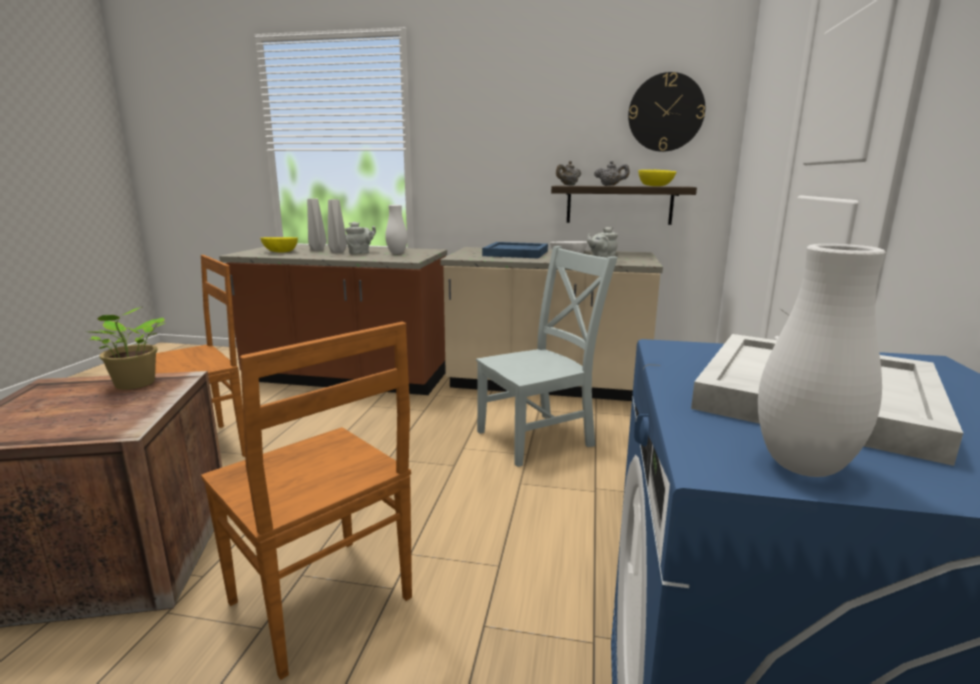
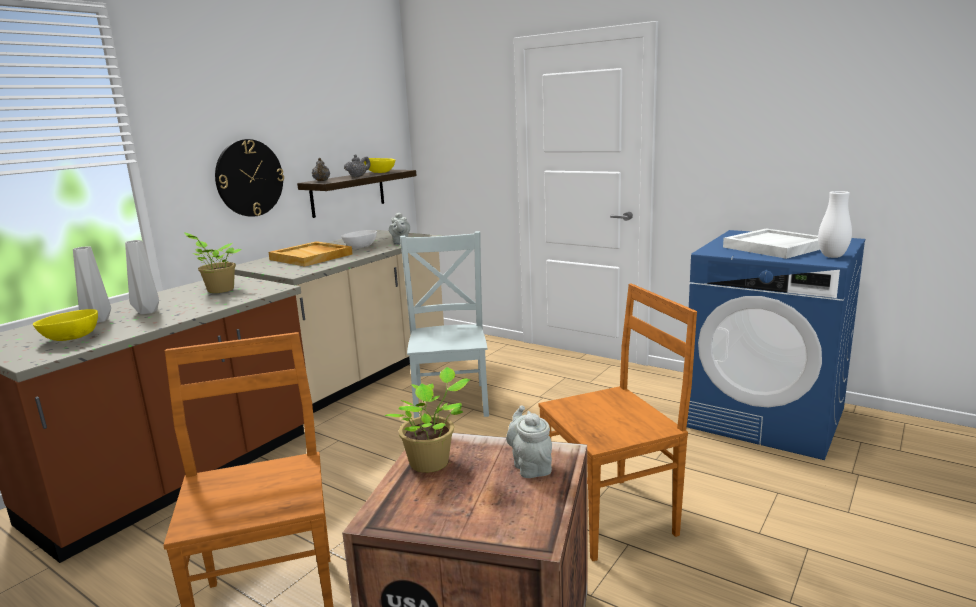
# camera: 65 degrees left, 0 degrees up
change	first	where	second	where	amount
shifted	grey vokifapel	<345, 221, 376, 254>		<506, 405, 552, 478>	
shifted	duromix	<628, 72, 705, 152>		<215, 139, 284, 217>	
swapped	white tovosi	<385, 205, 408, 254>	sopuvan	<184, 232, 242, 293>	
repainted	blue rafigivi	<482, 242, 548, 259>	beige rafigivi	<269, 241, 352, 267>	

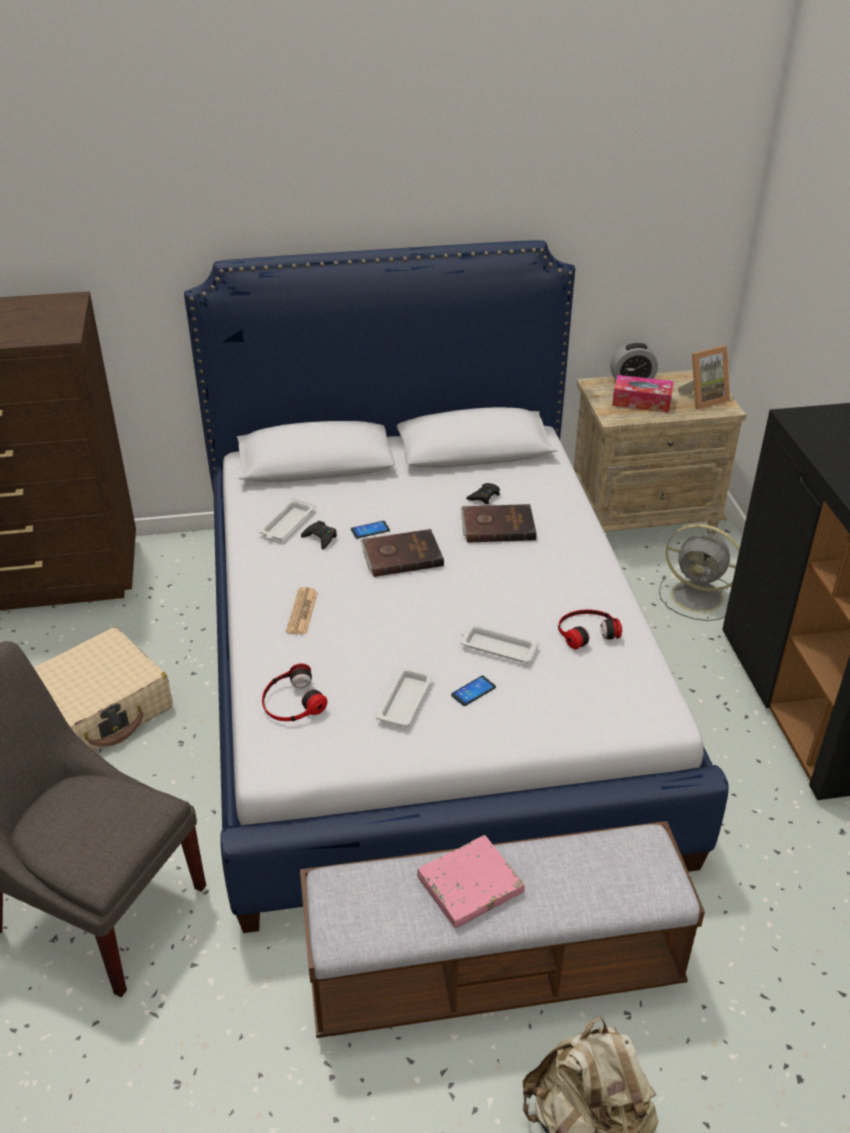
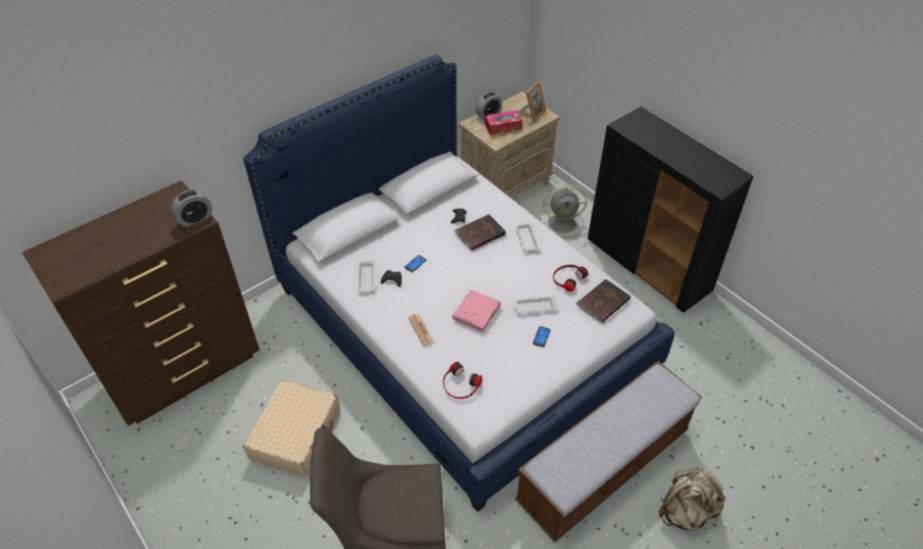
# camera: 30 degrees left, 10 degrees up
change	first	where	second	where	amount
new			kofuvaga	<171, 190, 213, 227>	
shifted	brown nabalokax	<360, 529, 444, 577>		<576, 279, 631, 323>	
shifted	white rafigivi	<376, 667, 433, 727>		<515, 223, 540, 252>	
shifted	pink nabalokax	<417, 835, 525, 928>		<452, 290, 501, 332>	

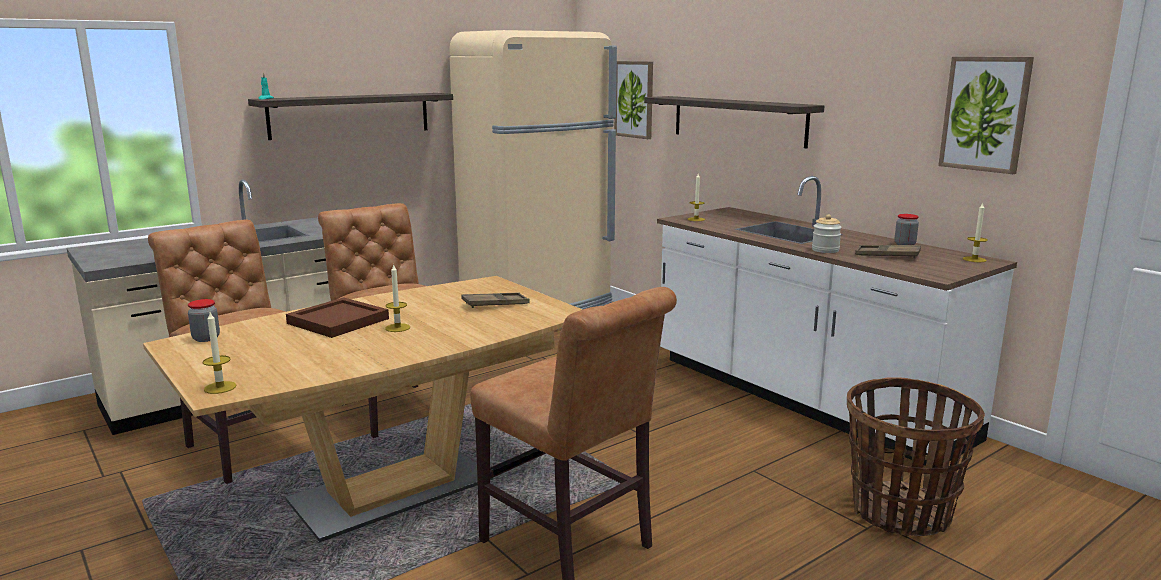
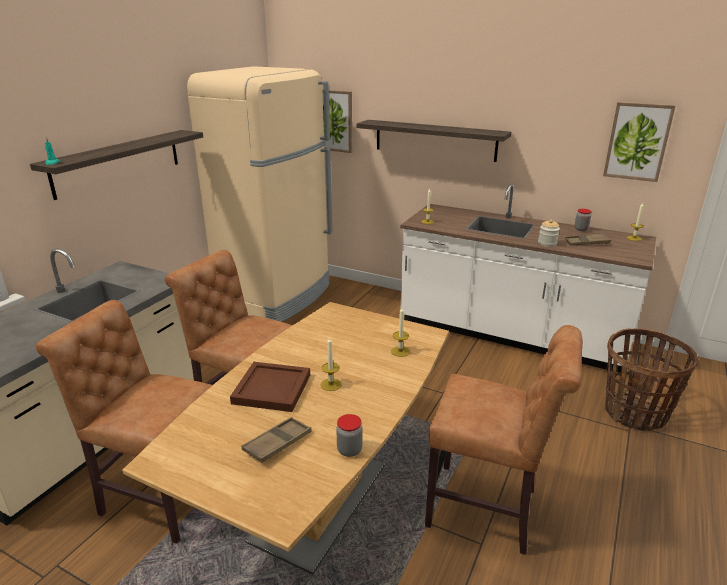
# camera: 25 degrees left, 10 degrees up
change	first	where	second	where	amount
shifted	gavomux	<188, 299, 220, 342>		<336, 414, 362, 457>	
shifted	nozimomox	<203, 312, 236, 394>		<391, 307, 410, 357>	
shifted	brown rafigivi	<461, 293, 530, 308>		<242, 417, 312, 463>	

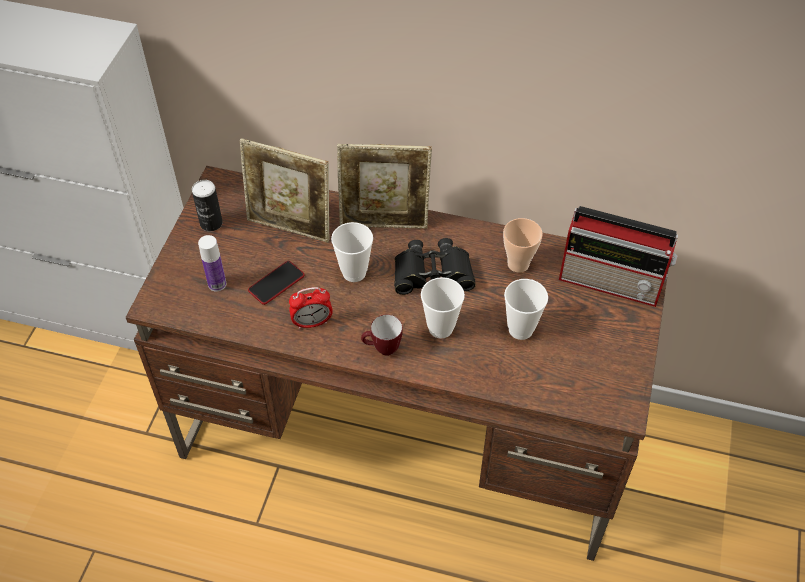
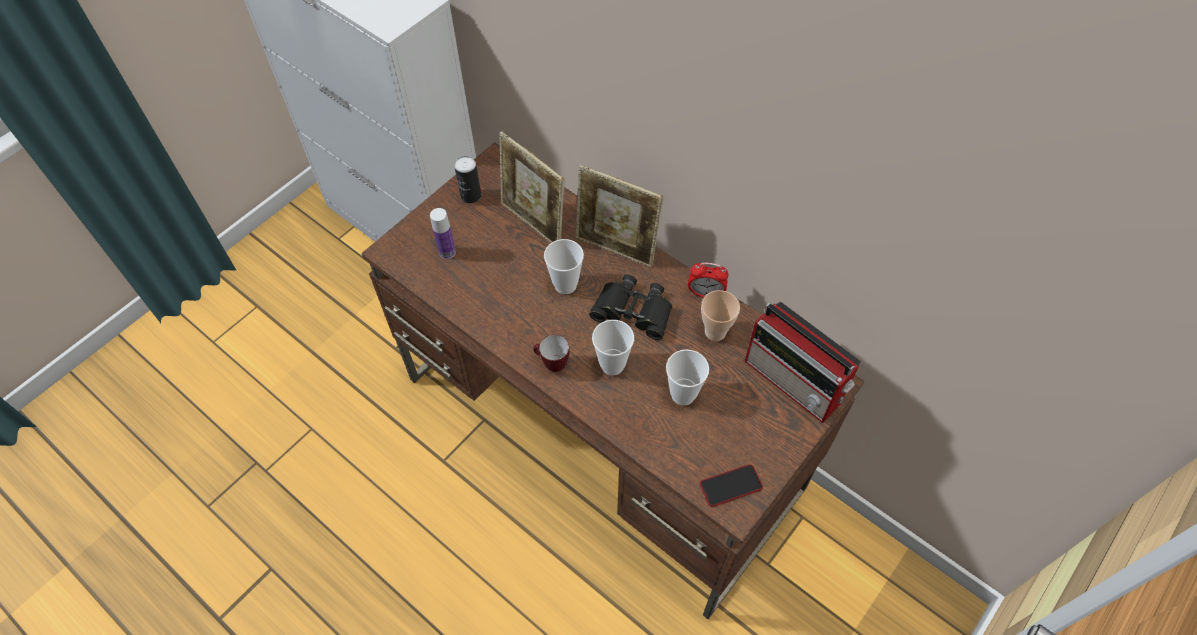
# camera: 25 degrees right, 5 degrees up
change	first	where	second	where	amount
shifted	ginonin	<248, 261, 305, 305>		<700, 464, 763, 507>	
shifted	kofuvaga	<289, 287, 333, 329>		<688, 262, 728, 298>	

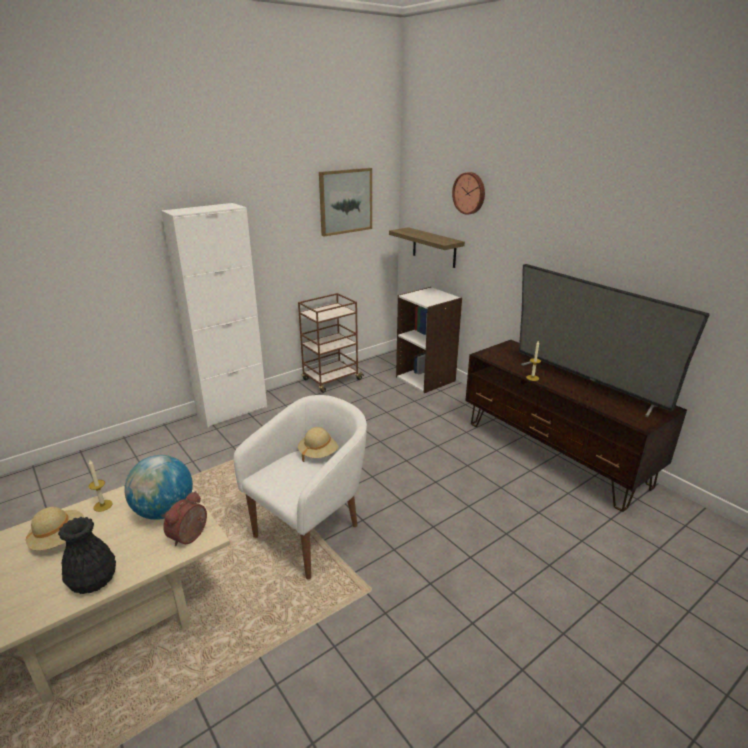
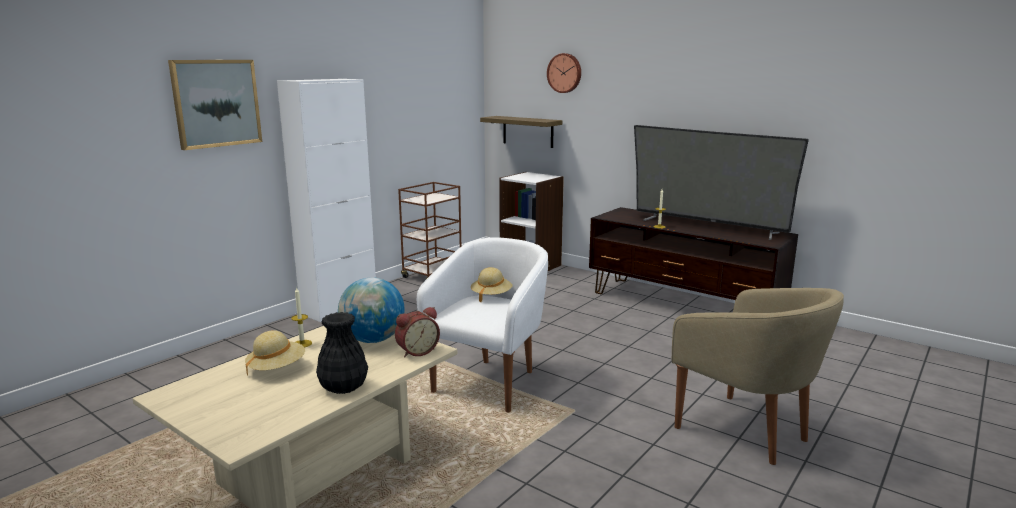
# camera: 15 degrees left, 10 degrees down
change	first	where	second	where	amount
new			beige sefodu	<672, 288, 844, 465>	
shifted	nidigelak	<319, 168, 372, 237>		<168, 60, 262, 150>	
rotated	kofuvaga	<163, 491, 207, 546>		<395, 307, 440, 357>	135 degrees counterclockwise

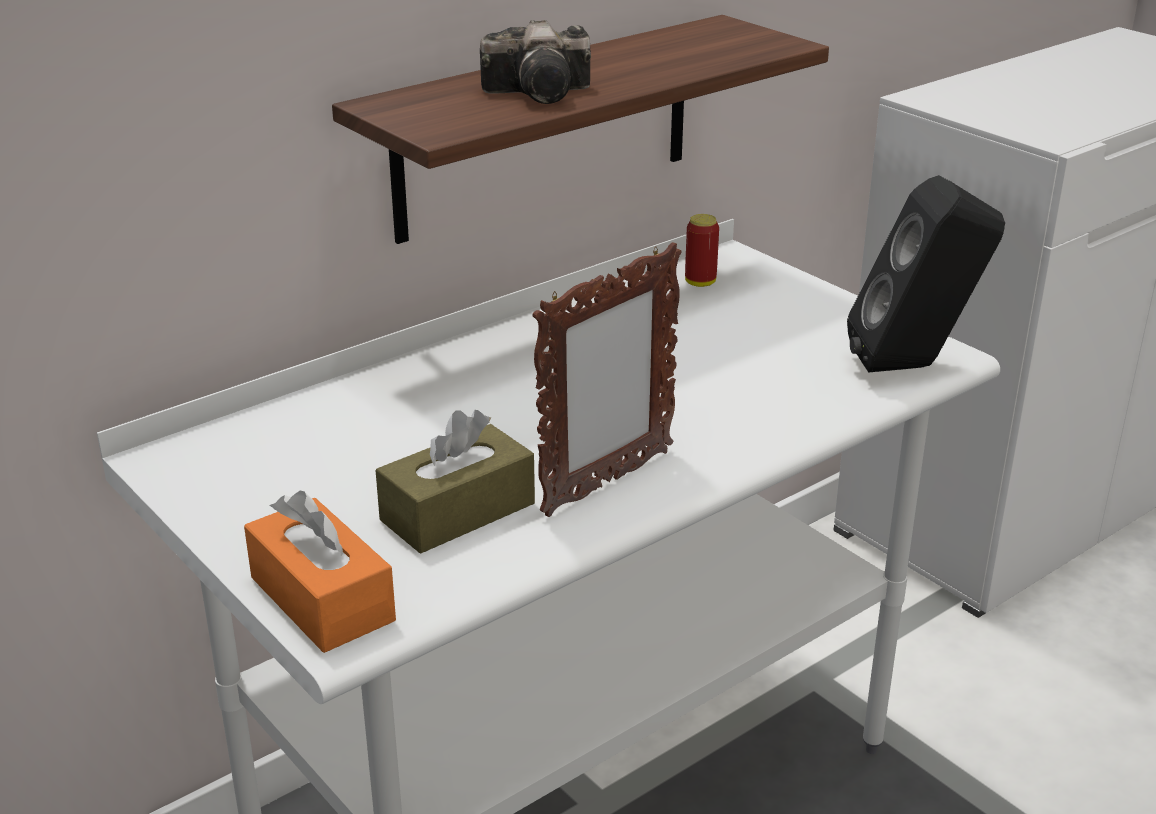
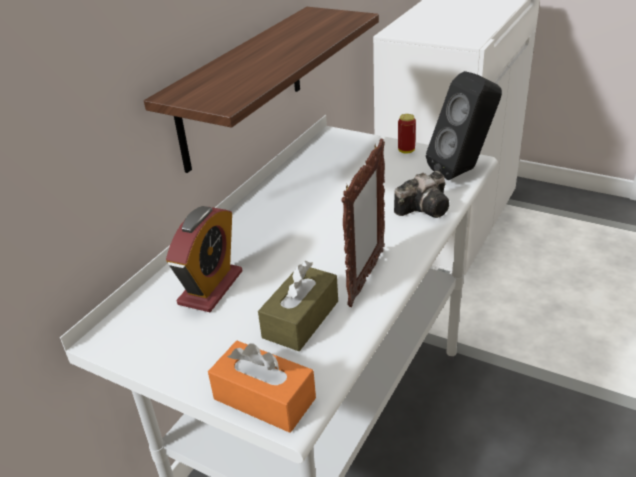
# camera: 20 degrees left, 5 degrees up
change	first	where	second	where	amount
new			kofuvaga	<166, 206, 243, 312>	
shifted	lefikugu	<480, 20, 591, 104>		<394, 171, 449, 218>	
shifted	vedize	<685, 214, 719, 287>		<398, 114, 416, 154>	

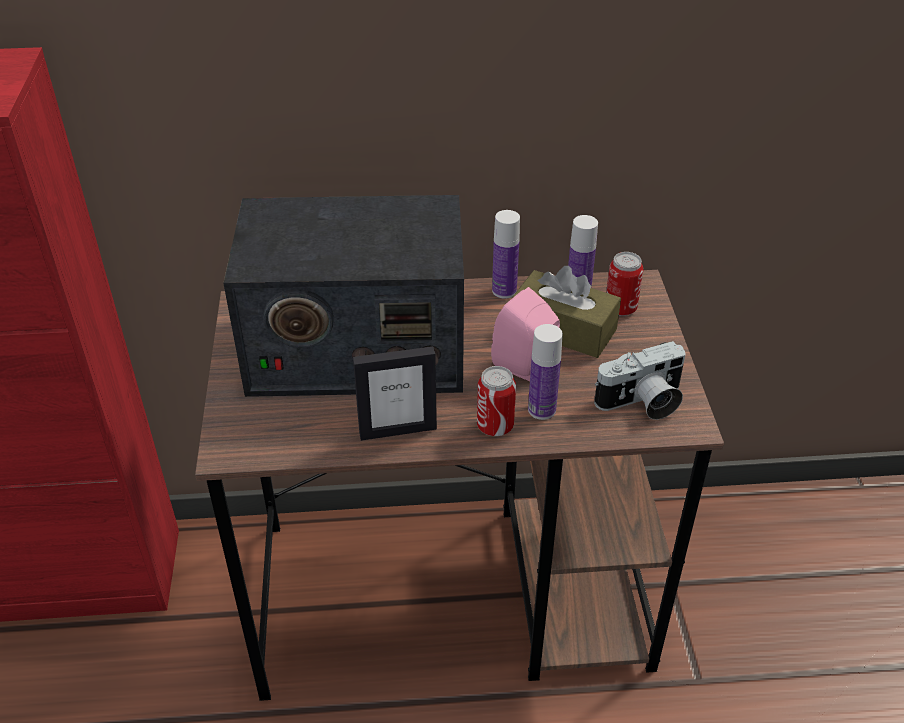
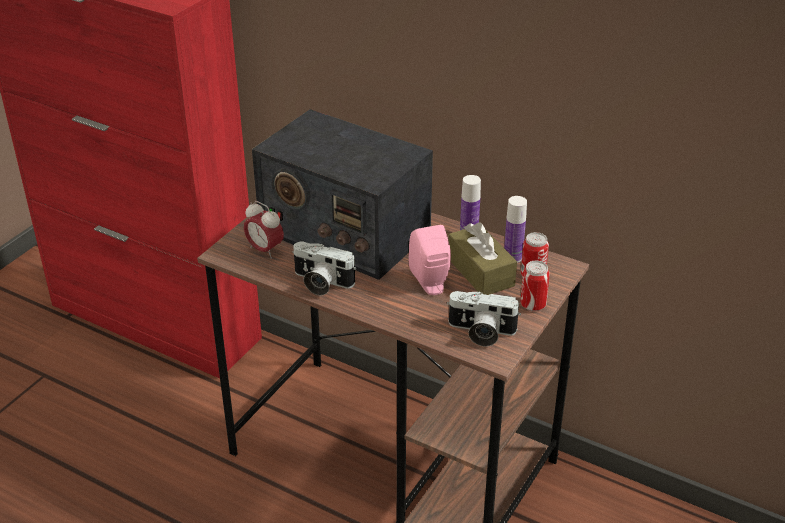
# camera: 35 degrees right, 5 degrees down
change	first	where	second	where	amount
gone	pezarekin	<528, 324, 563, 420>			
new			kofuvaga	<244, 201, 284, 258>	
shifted	vedize	<477, 366, 516, 436>		<520, 261, 550, 311>	
swapped	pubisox	<353, 346, 437, 441>	lefikugu	<293, 242, 356, 296>	

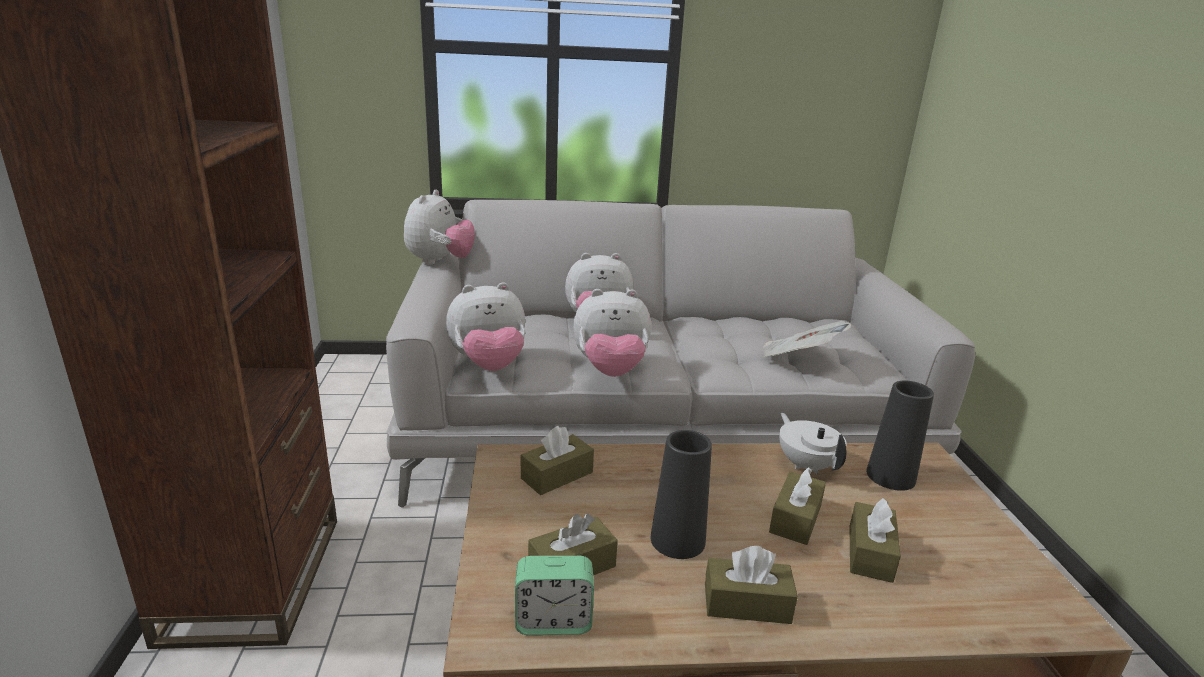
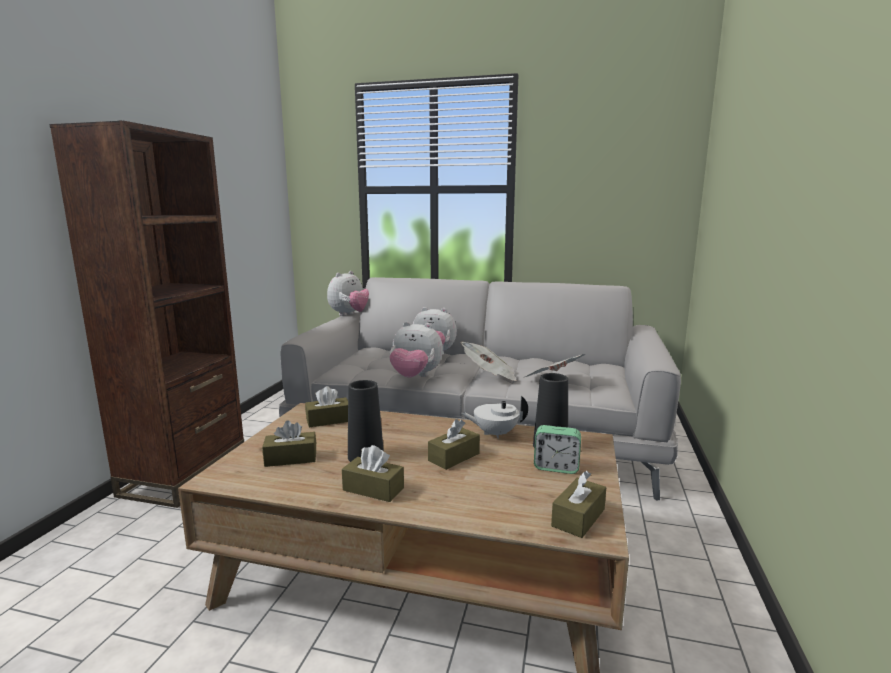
# camera: 20 degrees right, 10 degrees down
change	first	where	second	where	amount
gone	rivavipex	<446, 282, 525, 371>			
new			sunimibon	<461, 342, 516, 381>	
shifted	kofuvaga	<515, 556, 594, 635>		<534, 425, 581, 474>	
shifted	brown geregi	<849, 498, 901, 583>		<551, 471, 606, 538>	
rotated	white vokifapel	<779, 413, 847, 474>		<461, 396, 528, 439>	90 degrees counterclockwise

